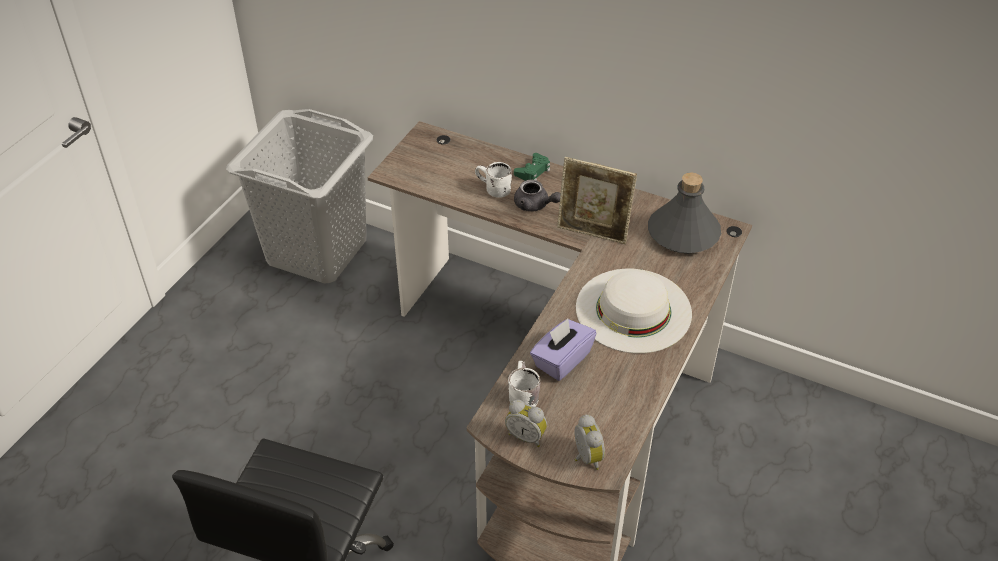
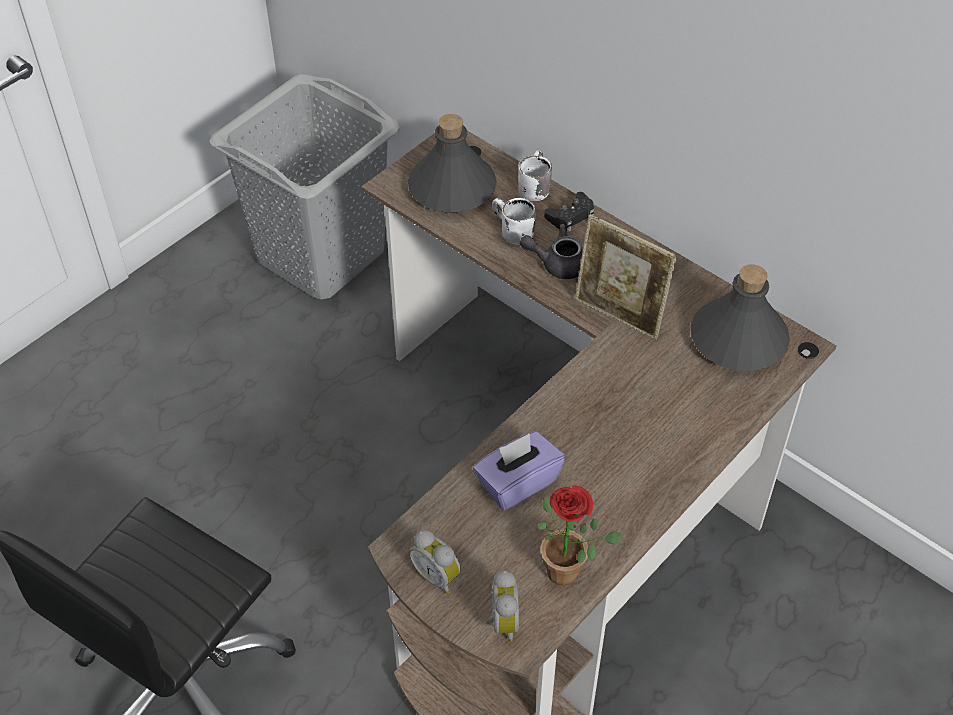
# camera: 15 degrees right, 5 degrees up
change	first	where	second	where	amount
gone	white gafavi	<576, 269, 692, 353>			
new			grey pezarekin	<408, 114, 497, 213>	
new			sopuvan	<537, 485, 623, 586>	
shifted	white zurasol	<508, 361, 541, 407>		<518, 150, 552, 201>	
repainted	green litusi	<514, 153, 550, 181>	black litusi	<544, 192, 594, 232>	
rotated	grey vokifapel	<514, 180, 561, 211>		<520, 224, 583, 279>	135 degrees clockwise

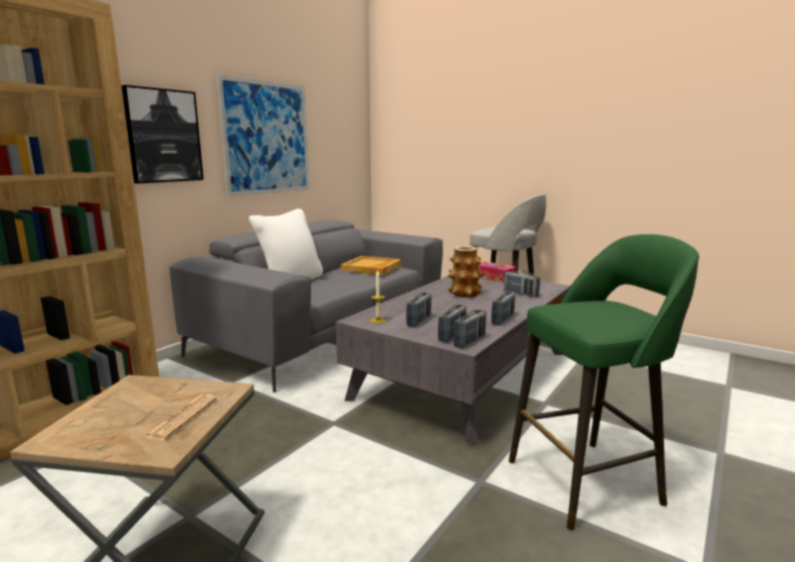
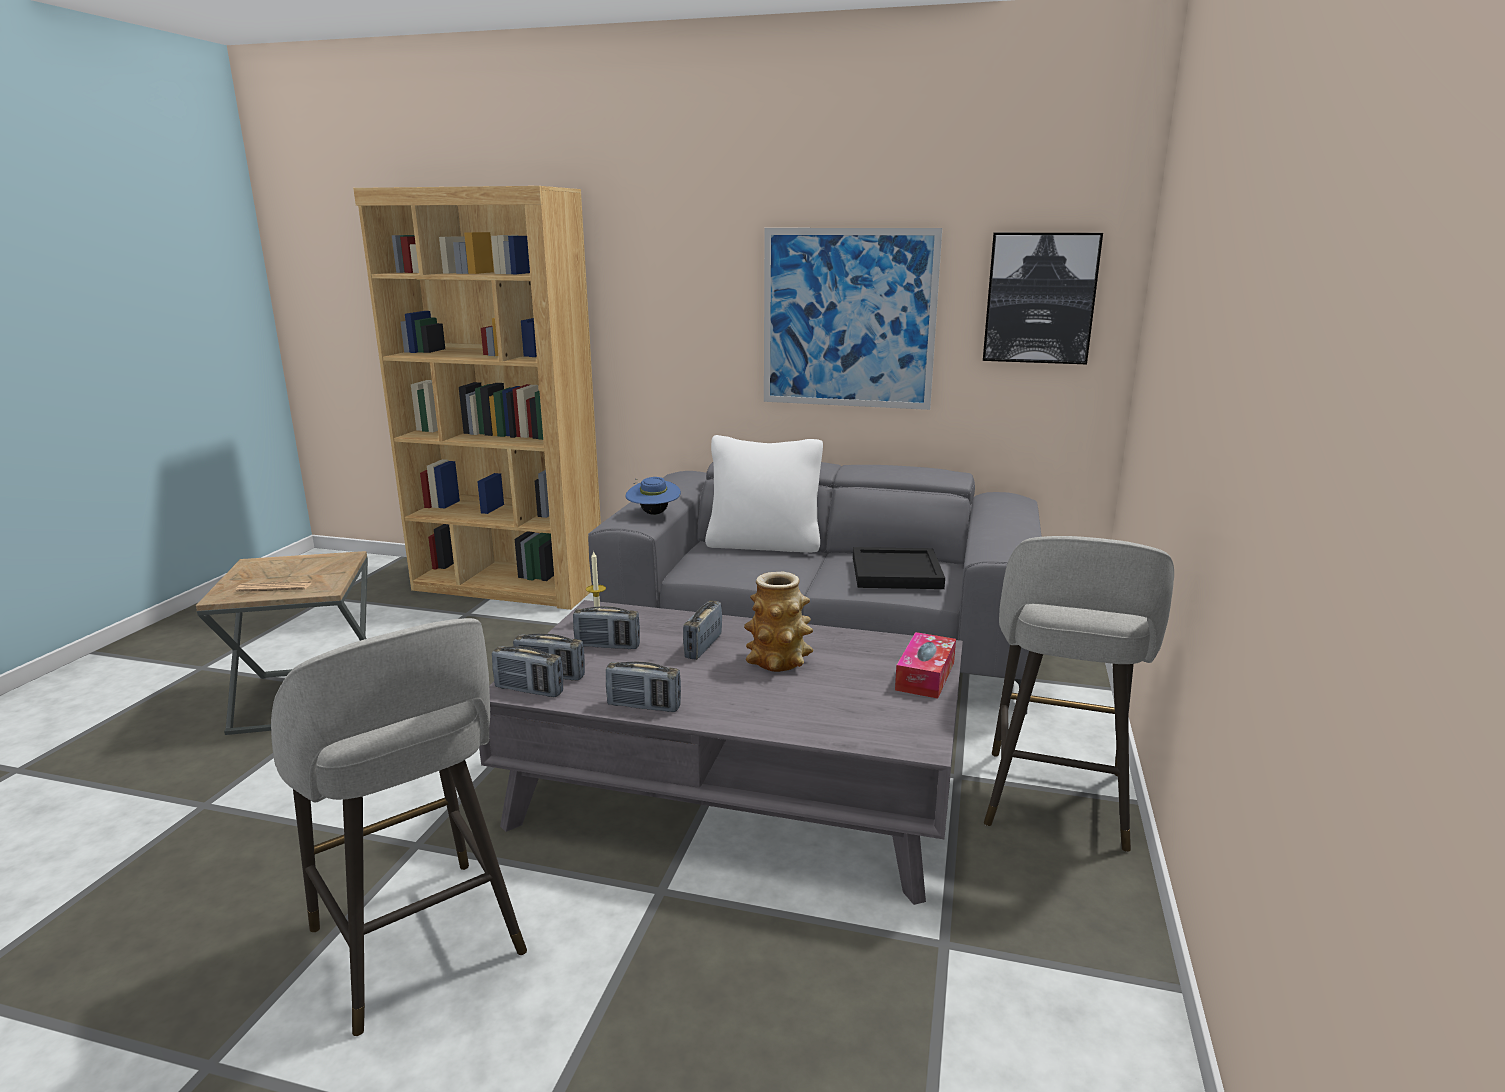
# camera: 70 degrees right, 5 degrees up
change	first	where	second	where	amount
new			blue gafavi	<626, 477, 681, 515>	
shifted	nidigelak	<121, 85, 203, 184>		<983, 233, 1103, 364>	
shifted	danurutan	<504, 271, 540, 297>		<683, 600, 722, 660>	
repainted	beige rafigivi	<341, 256, 401, 275>	black rafigivi	<853, 547, 945, 589>	
repainted	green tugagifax	<509, 234, 699, 530>	grey tugagifax	<271, 618, 527, 1036>	

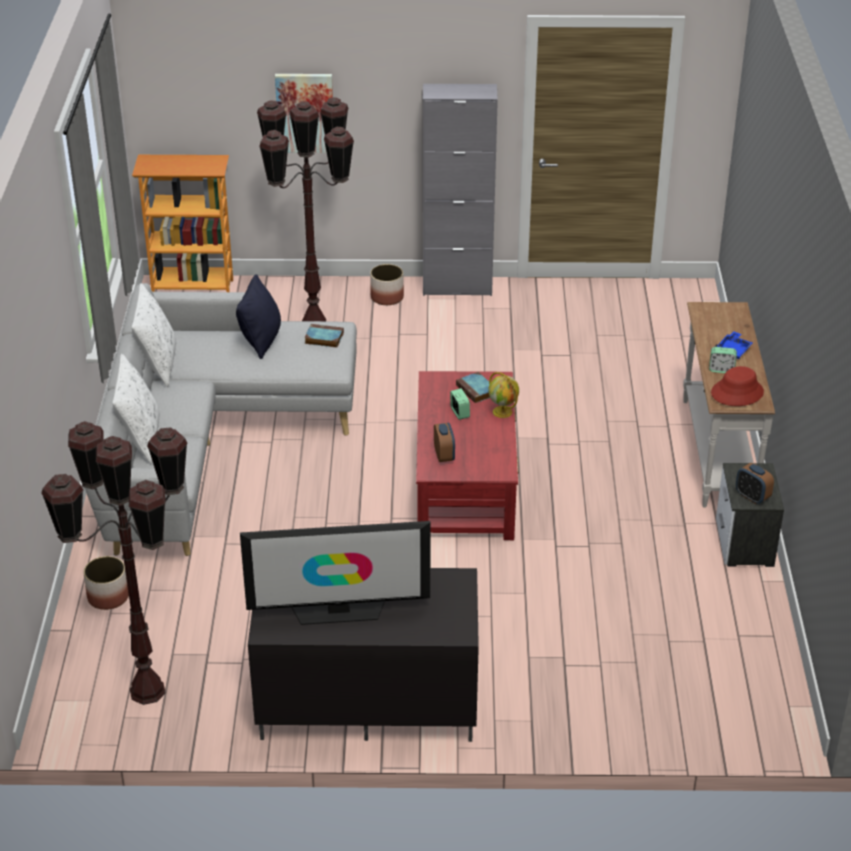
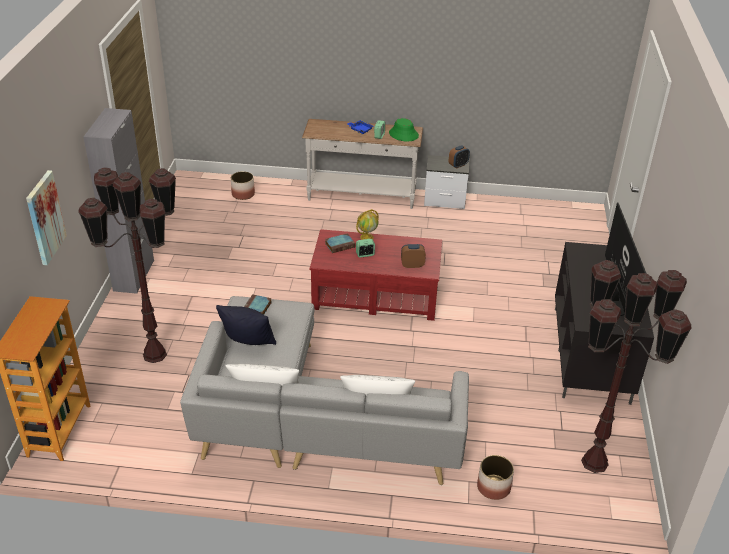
# camera: 85 degrees left, 0 degrees up
change	first	where	second	where	amount
shifted	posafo	<370, 264, 404, 305>		<231, 171, 255, 200>	
repainted	red gafavi	<711, 366, 764, 406>	green gafavi	<389, 118, 419, 141>	

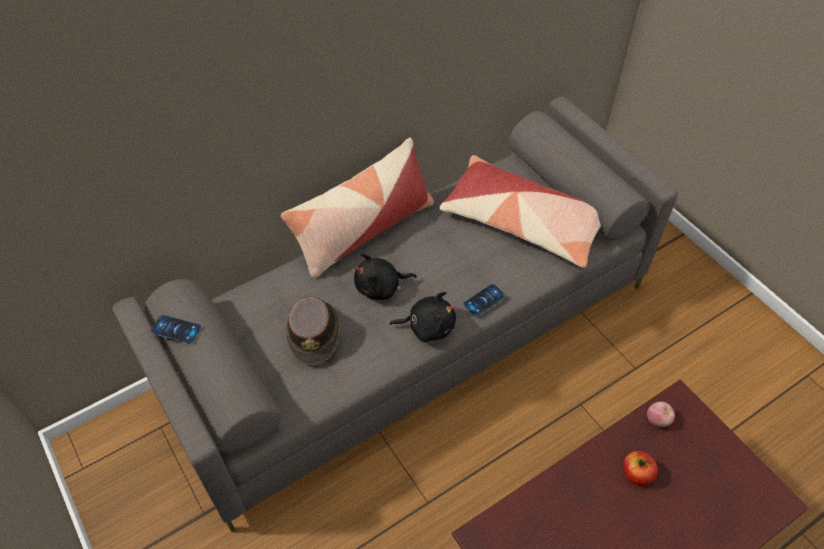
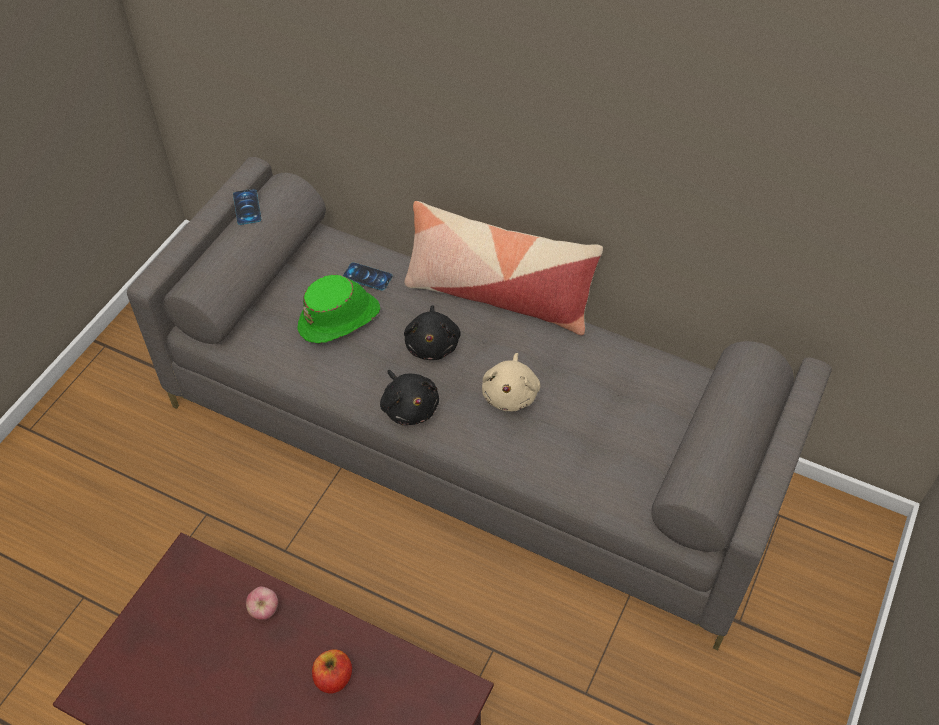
# camera: 60 degrees right, 0 degrees up
change	first	where	second	where	amount
gone	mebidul	<439, 155, 601, 268>			
new			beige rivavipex	<482, 353, 540, 411>	
shifted	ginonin	<463, 284, 506, 316>		<343, 262, 393, 290>	
shifted	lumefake	<647, 402, 675, 427>		<246, 587, 278, 620>	
repainted	brown gafavi	<286, 297, 339, 365>	green gafavi	<298, 275, 380, 343>	
rotated	black rivavipex	<354, 253, 417, 300>		<404, 305, 461, 360>	135 degrees counterclockwise

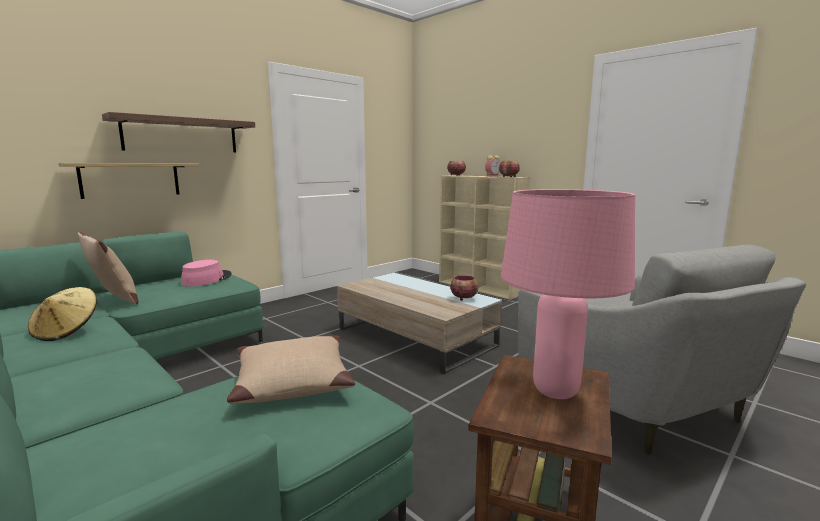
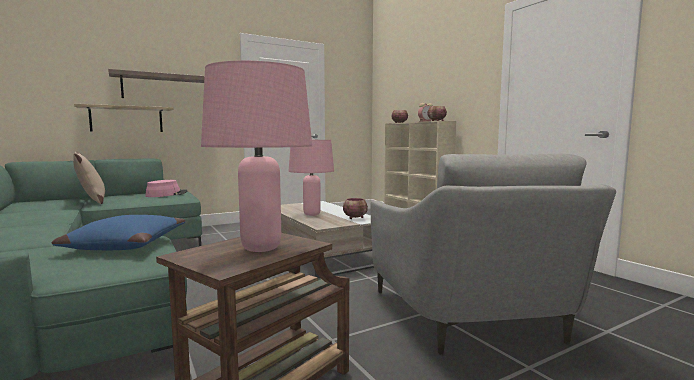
# camera: 15 degrees right, 5 degrees down
change	first	where	second	where	amount
gone	beige gafavi	<28, 287, 97, 341>			
new			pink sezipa	<289, 140, 334, 216>	
repainted	beige mebidul	<227, 335, 355, 404>	blue mebidul	<52, 215, 185, 250>	

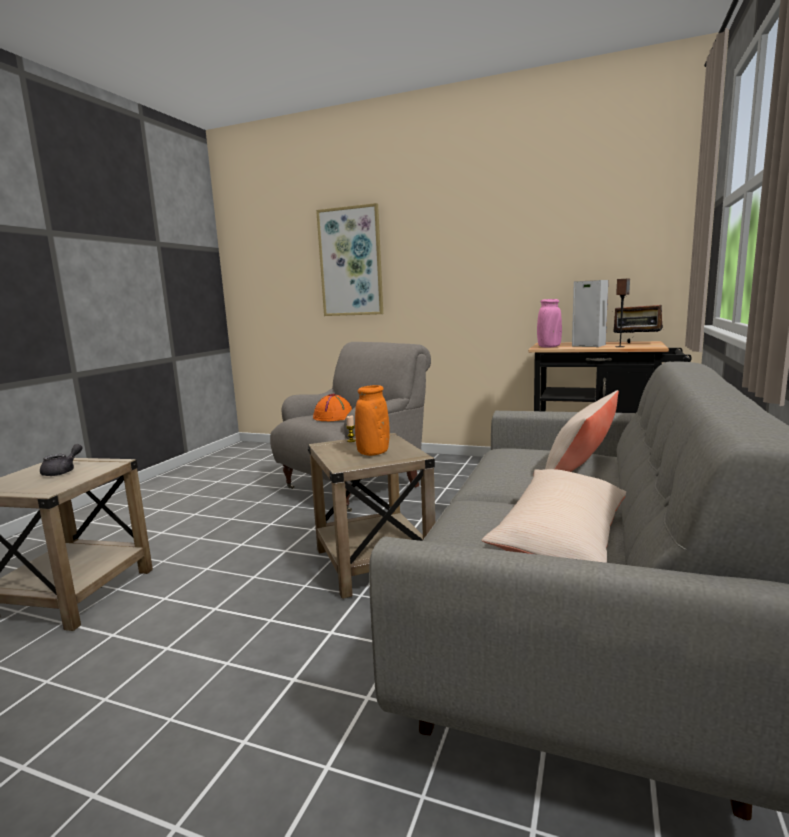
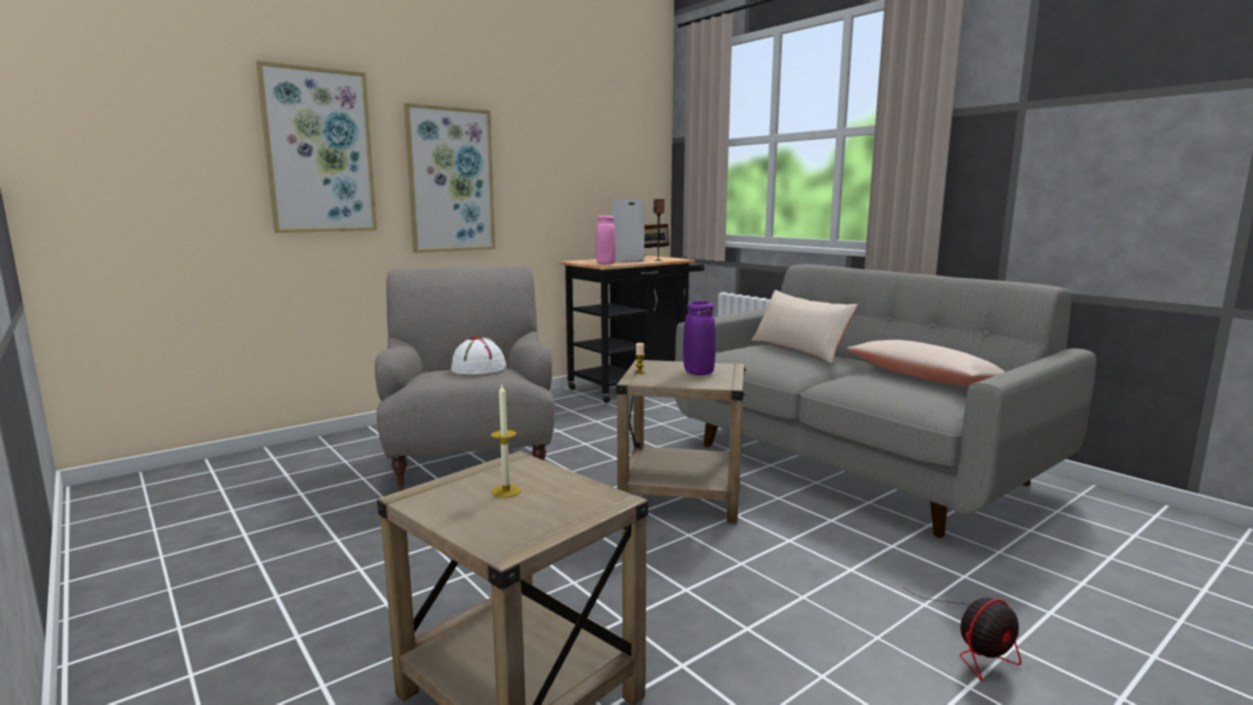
# camera: 60 degrees left, 0 degrees up
change	first	where	second	where	amount
new			nidigelak	<404, 103, 495, 253>	
new			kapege	<903, 587, 1021, 681>	
swapped	grey vokifapel	<40, 444, 83, 476>	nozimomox	<491, 385, 521, 498>	
repainted	orange gafavi	<313, 393, 352, 421>	white gafavi	<451, 336, 506, 375>	
repainted	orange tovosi	<355, 385, 390, 456>	purple tovosi	<683, 301, 716, 375>	

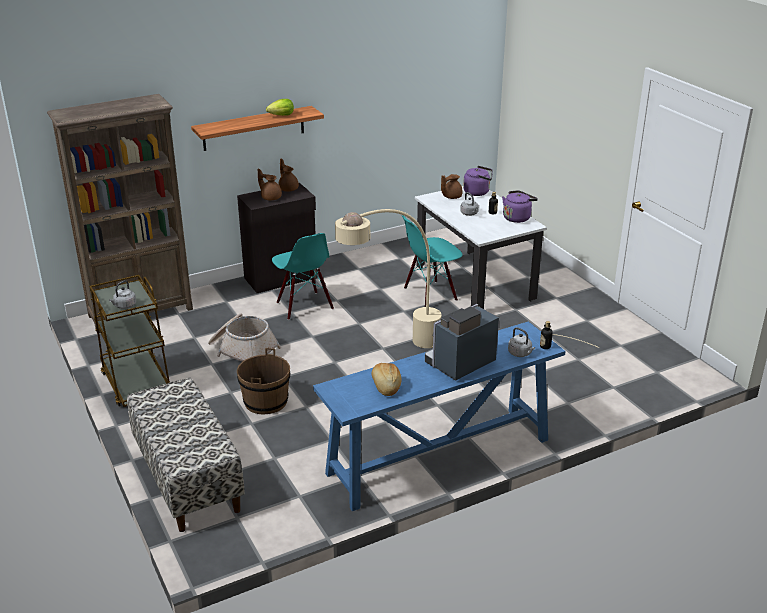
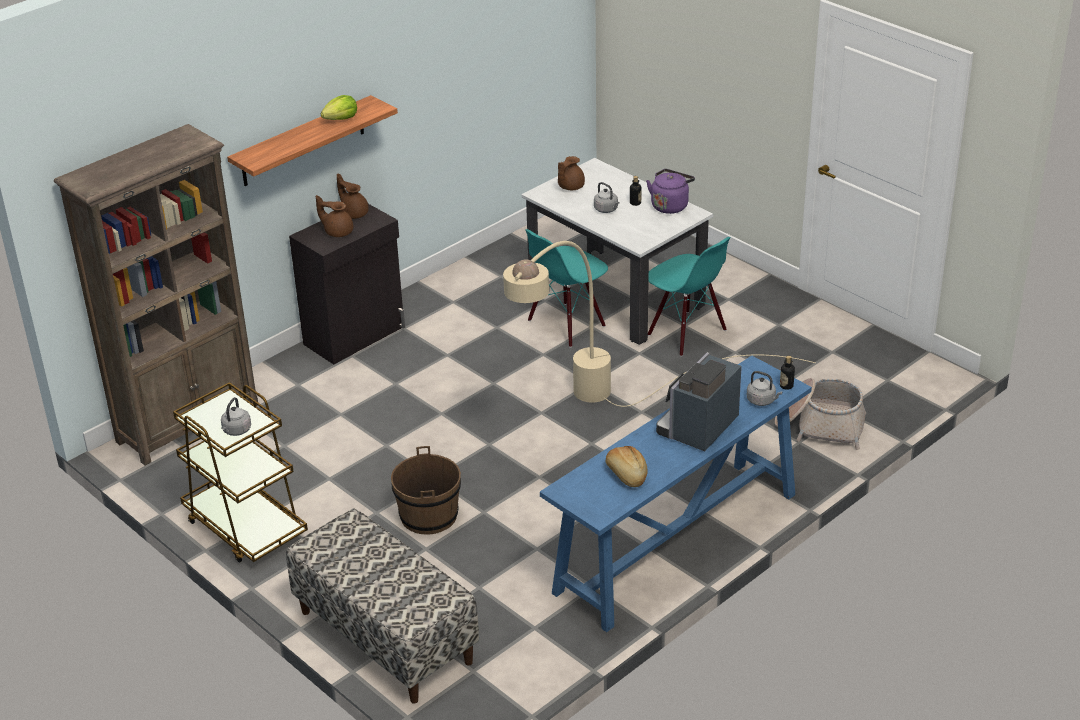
# camera: 15 degrees left, 5 degrees up
change	first	where	second	where	amount
gone	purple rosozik	<463, 166, 493, 196>			
shifted	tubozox	<208, 313, 281, 361>		<775, 378, 866, 450>	
shifted	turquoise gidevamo	<272, 233, 334, 320>		<648, 237, 731, 356>	

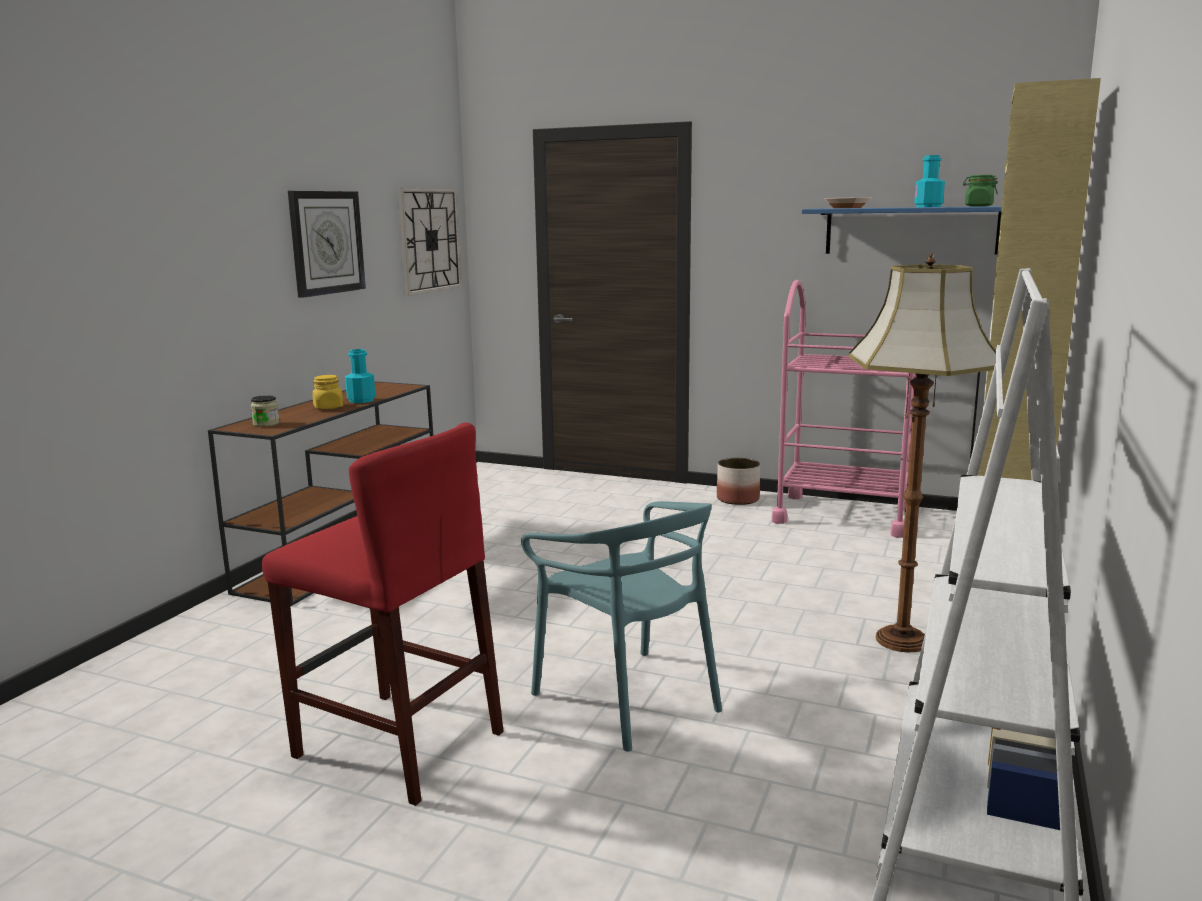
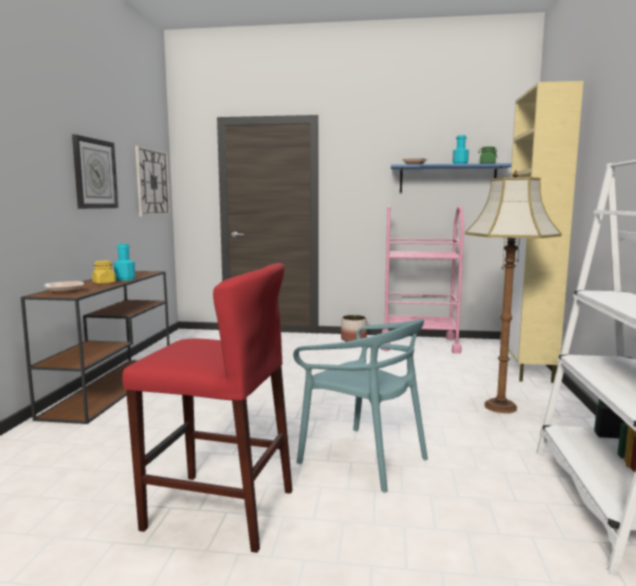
# camera: 15 degrees left, 5 degrees down
change	first	where	second	where	amount
swapped	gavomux	<250, 395, 279, 427>	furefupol	<44, 281, 84, 294>	

